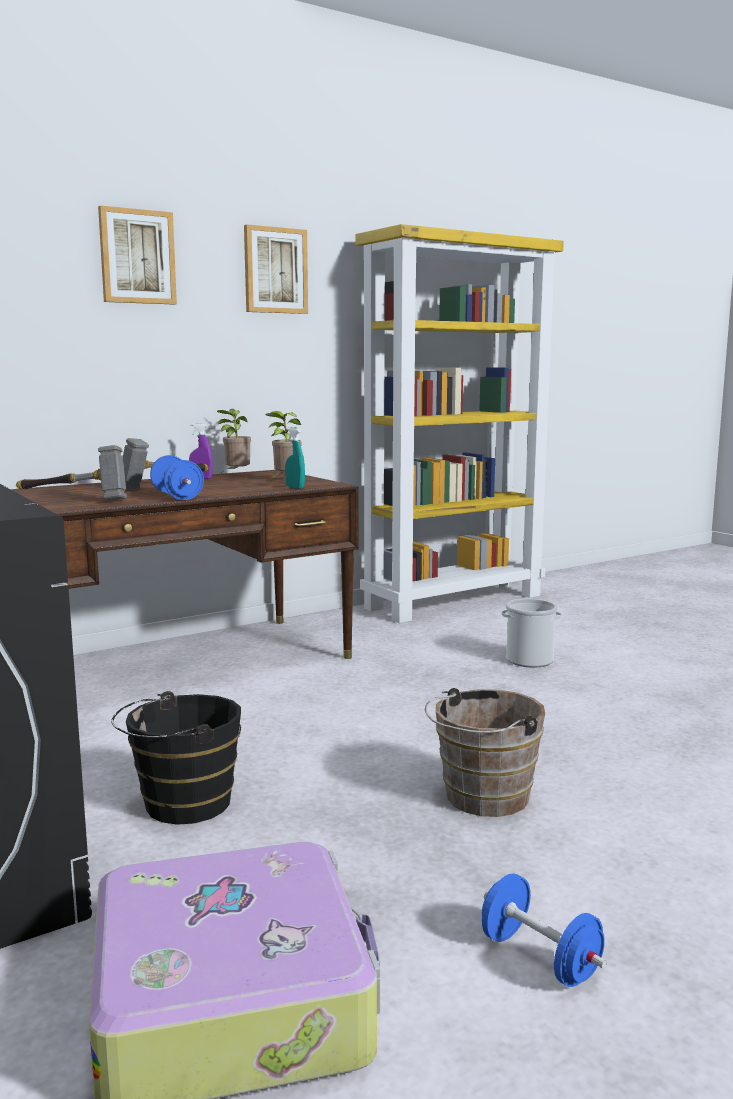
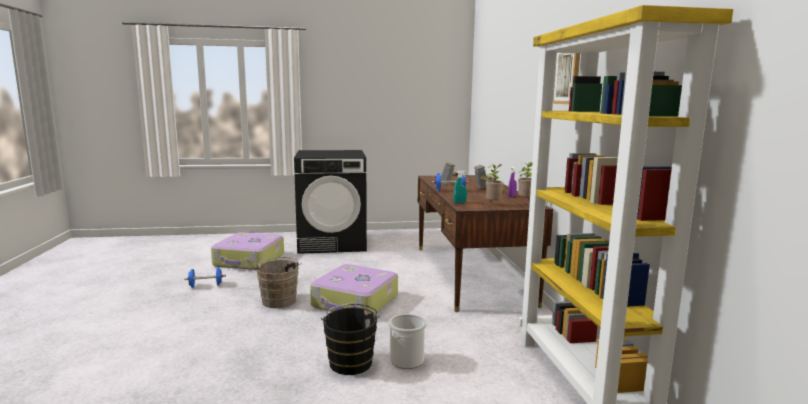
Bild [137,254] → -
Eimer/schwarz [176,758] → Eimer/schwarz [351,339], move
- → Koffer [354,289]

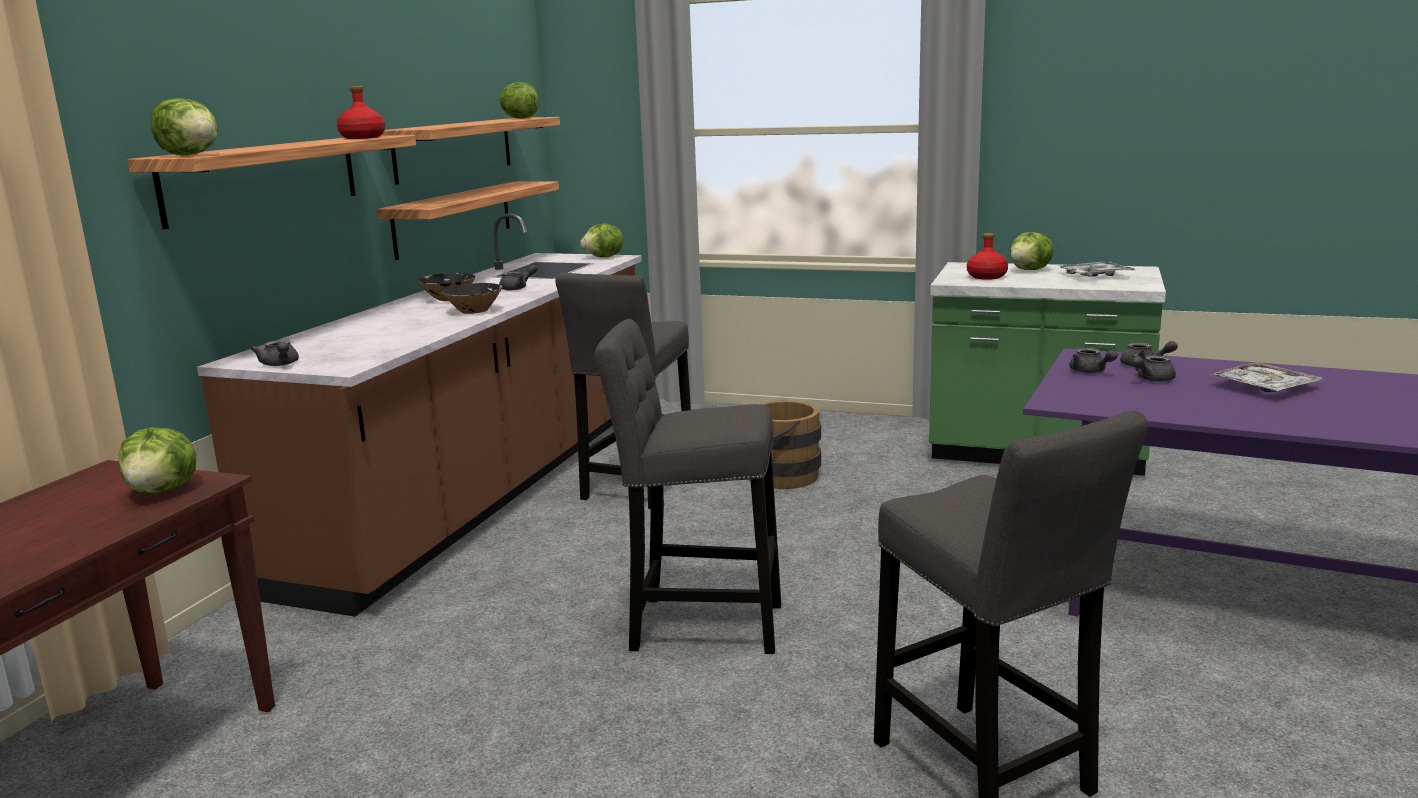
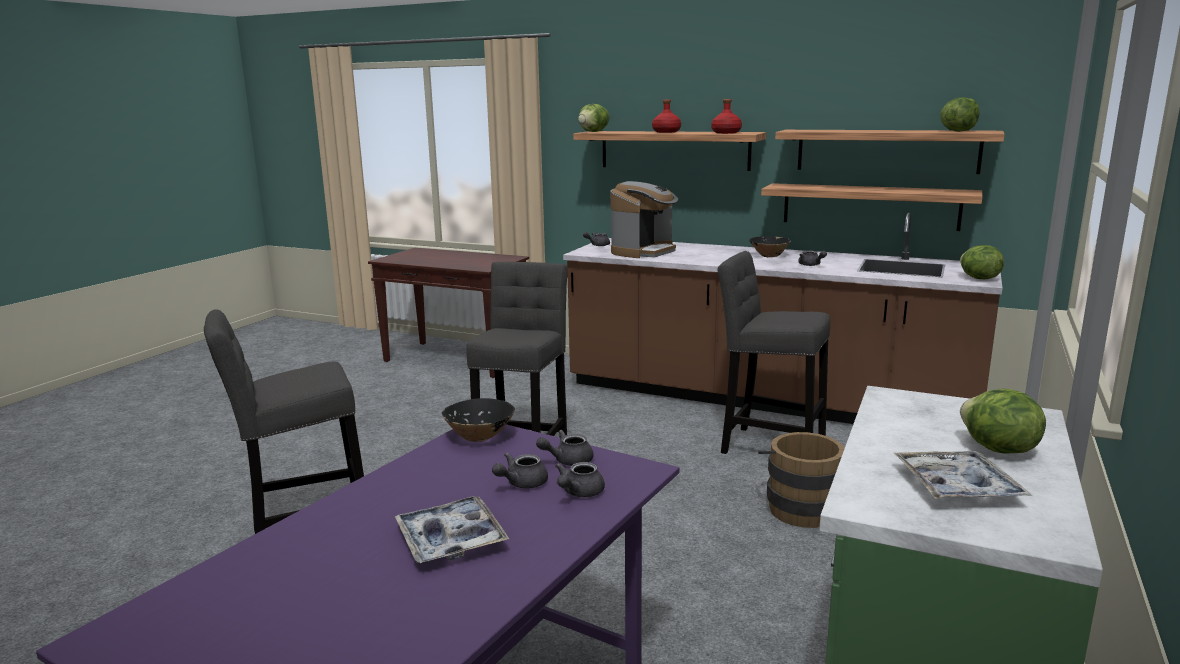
Flasche/rot [987,256] → Flasche/rot [666,116], move
Schüssel/schwarz [472,298] → Schüssel/schwarz [478,420], move
Teekanne/grau [1154,368] → Teekanne/grau [520,471], 105 degrees counterclockwise
Salatkopf [157,460] → -
- → Kaffeemaschine [644,219]

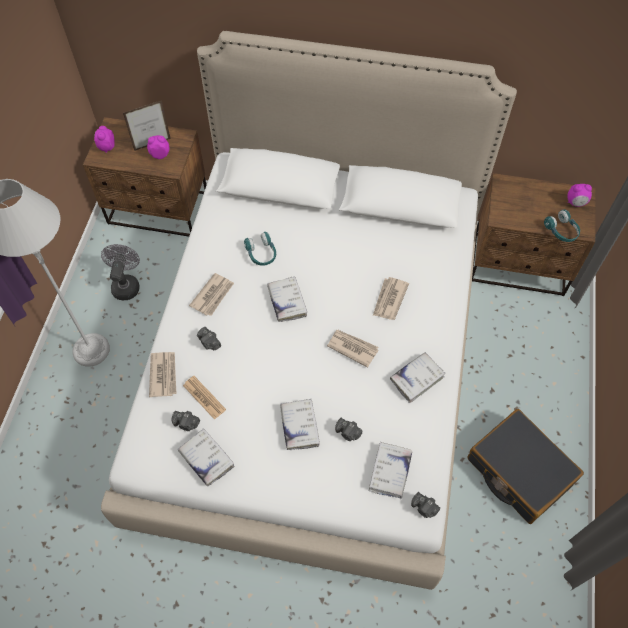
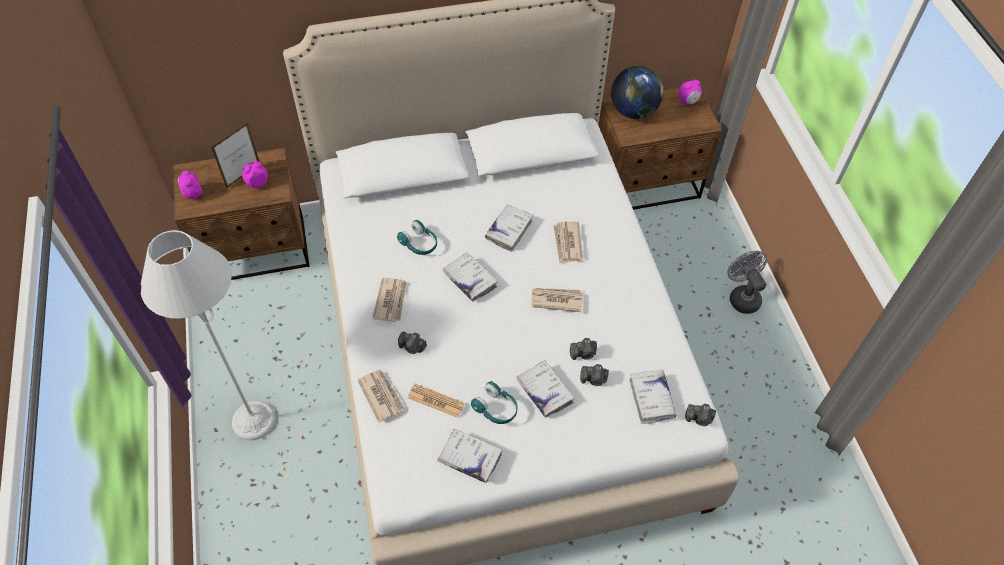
Kopfhörer/türkis [562,225] → Kopfhörer/türkis [494,402], move
Ventilator/grau [120,272] → Ventilator/grau [747,282], move
Buch/weiß [417,377] → Buch/weiß [509,228], move
Koffer/schwarz [525,466] → -
Kamera [186,421] → Kamera [583,349], move
- → Globus [637,92]

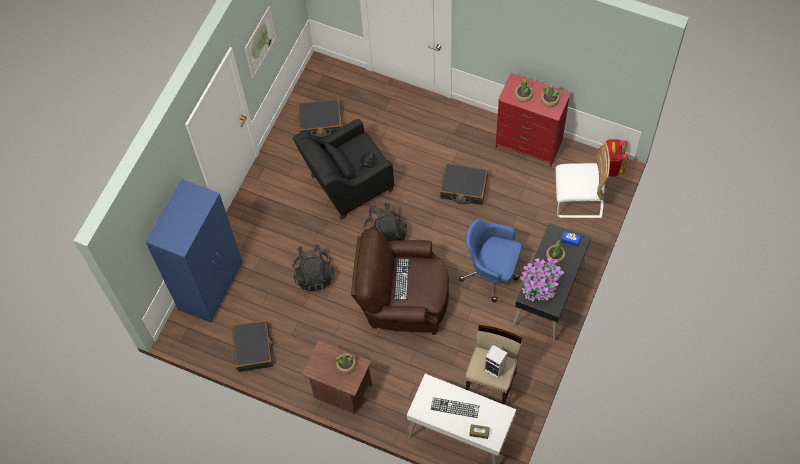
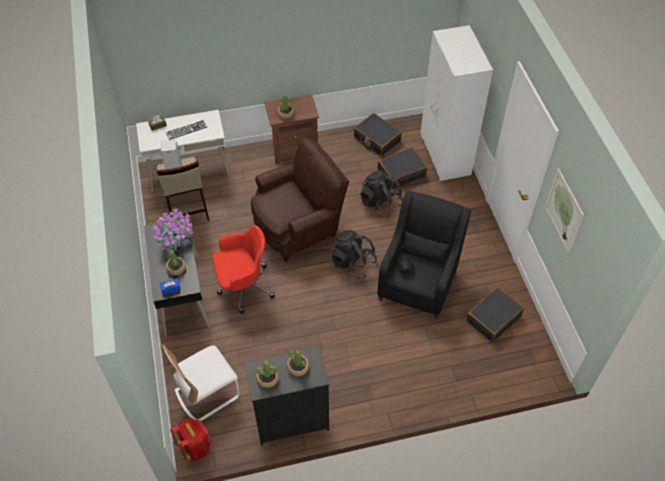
Kommode/rot [533,120] → Kommode/schwarz [286,396]
Koffer/schwarz [464,184] → Koffer/schwarz [402,168], move
Kleiderschrank/blau [194,251] → Kleiderschrank/weiß [456,103]
Bürostuhl/blau [490,260] → Bürostuhl/rot [244,269]
Tastatur [401,279] → -

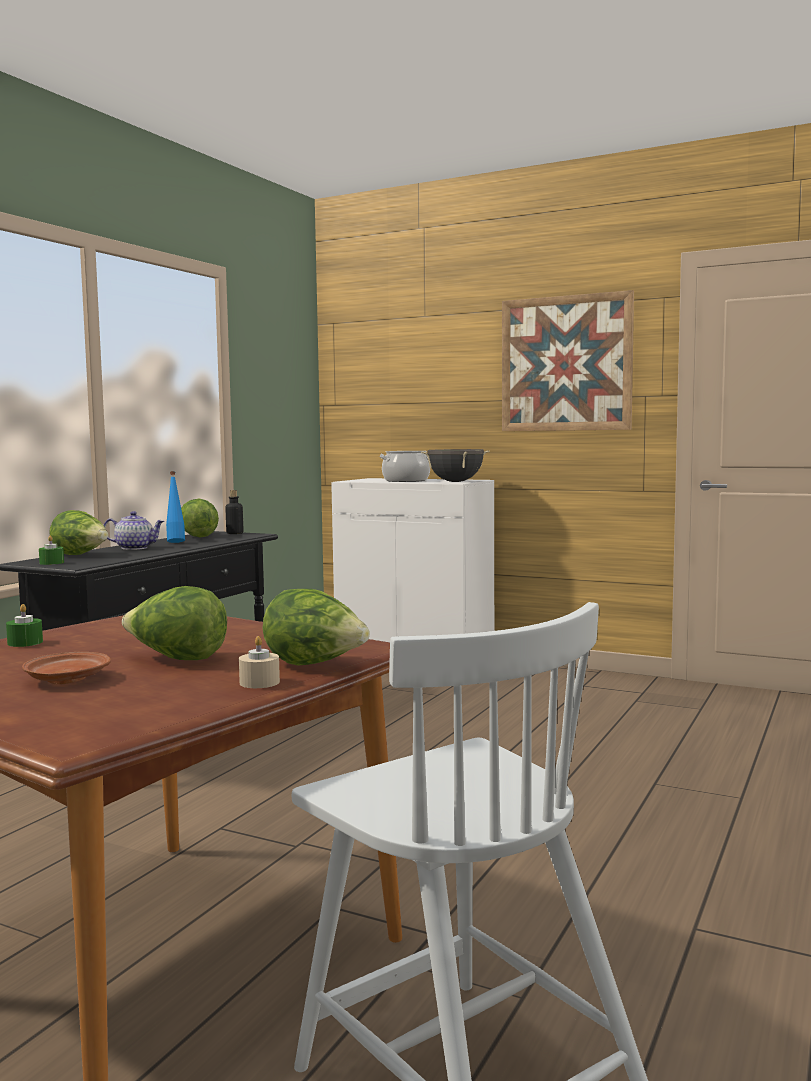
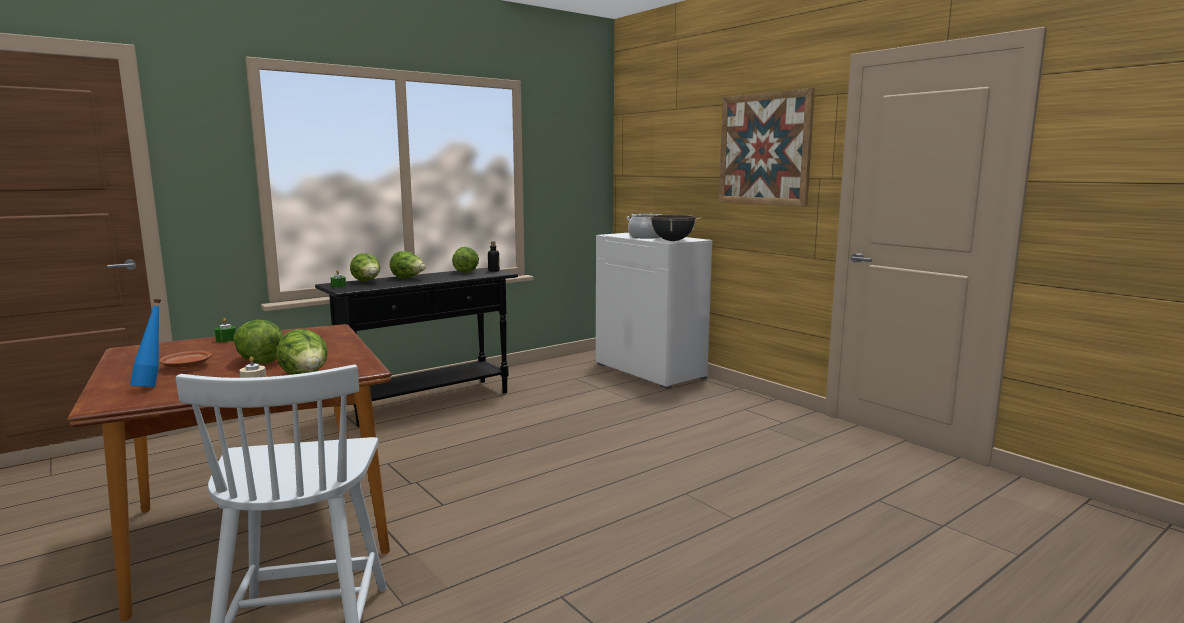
Flasche/blau [175,507] → Flasche/blau [145,343], move
Teekanne [134,530] → Salatkopf [408,264]

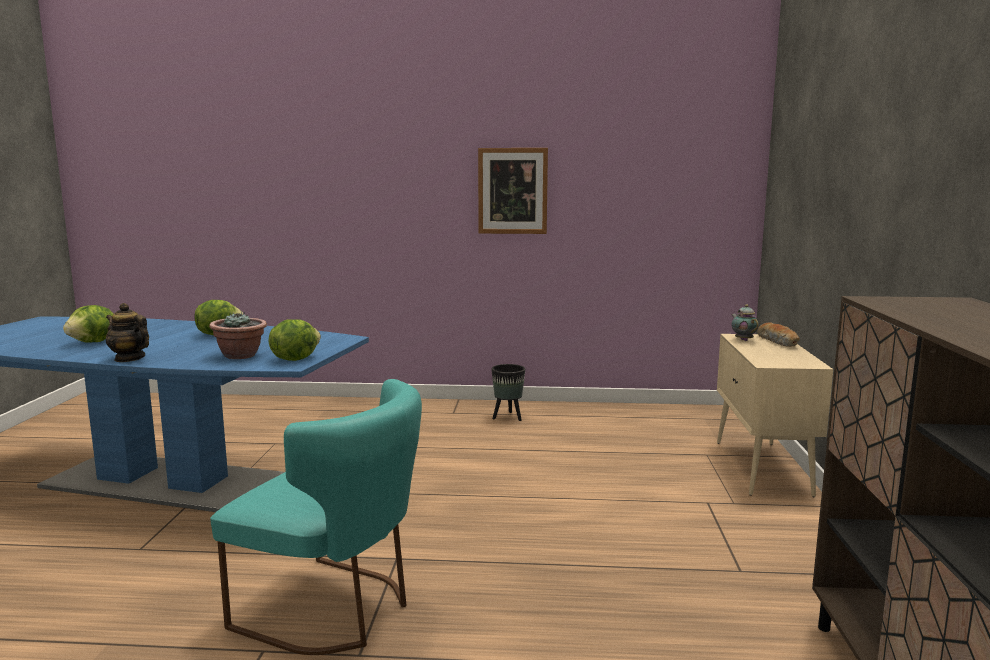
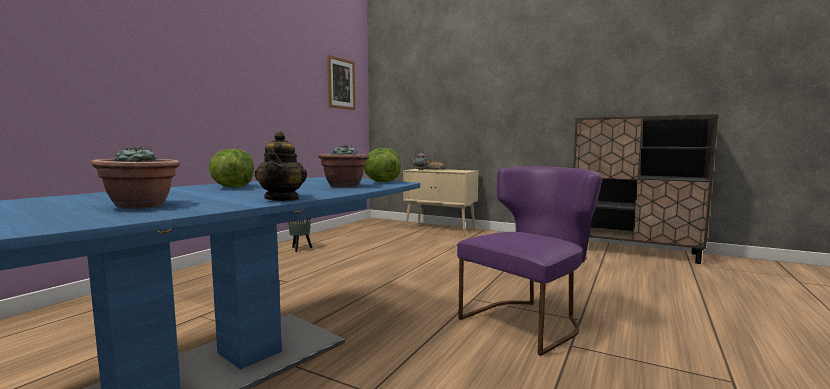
Bild [513,191] → Bild [341,82], move
Teekanne [127,332] → Teekanne [281,166], 60 degrees counterclockwise
Salatkopf [88,324] → Topfpflanze [135,177]
Stuhl/türkis [316,517] → Stuhl/lila [529,261]

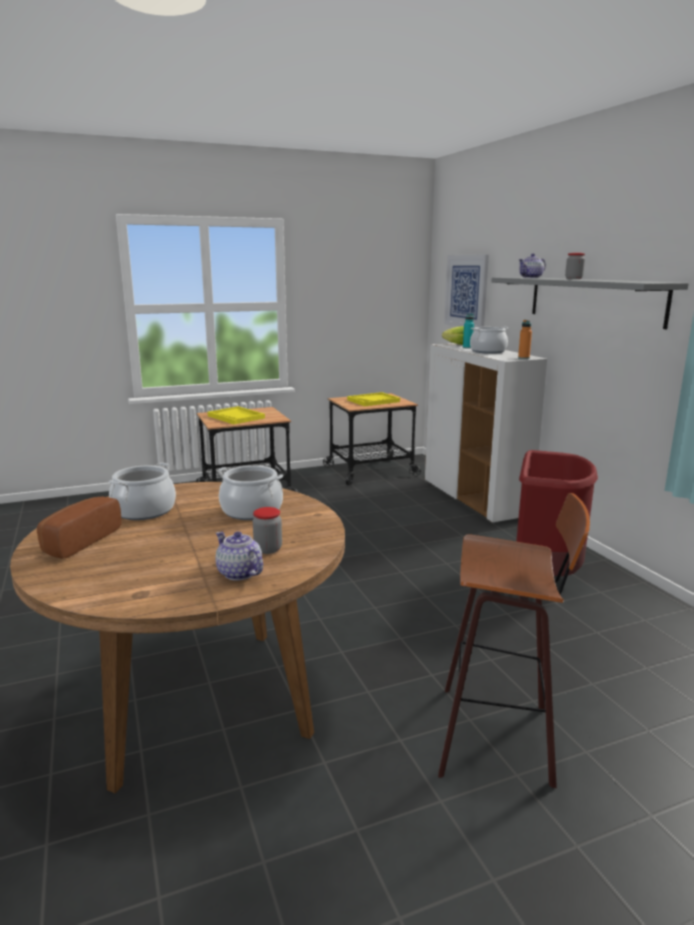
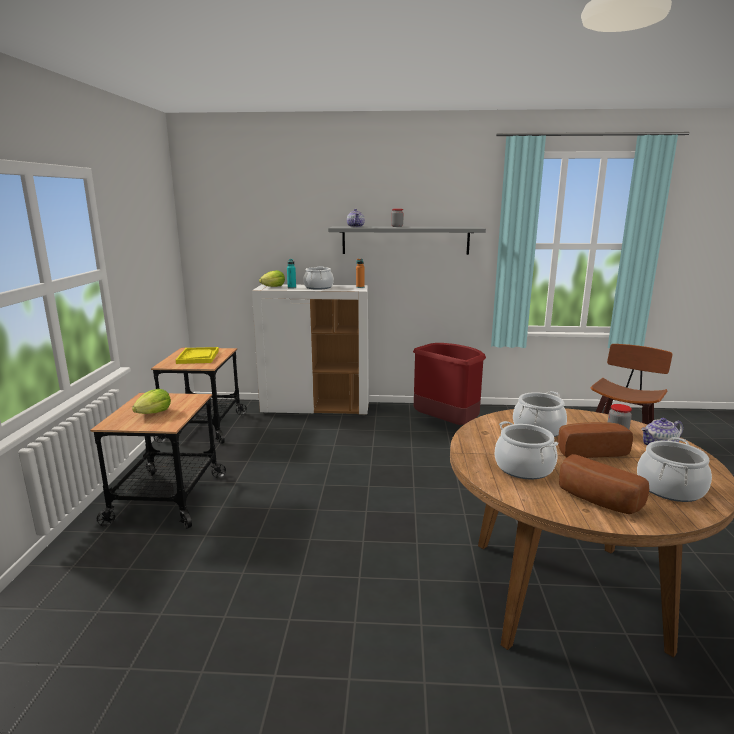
Bild [466,291] → -
Tablett/gelb [236,415] → Salatkopf [151,401]
- → Brot [595,440]
- → Kochtopf [674,469]

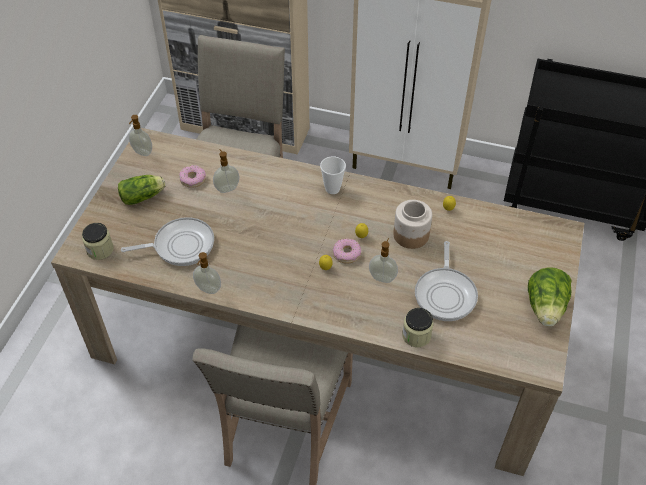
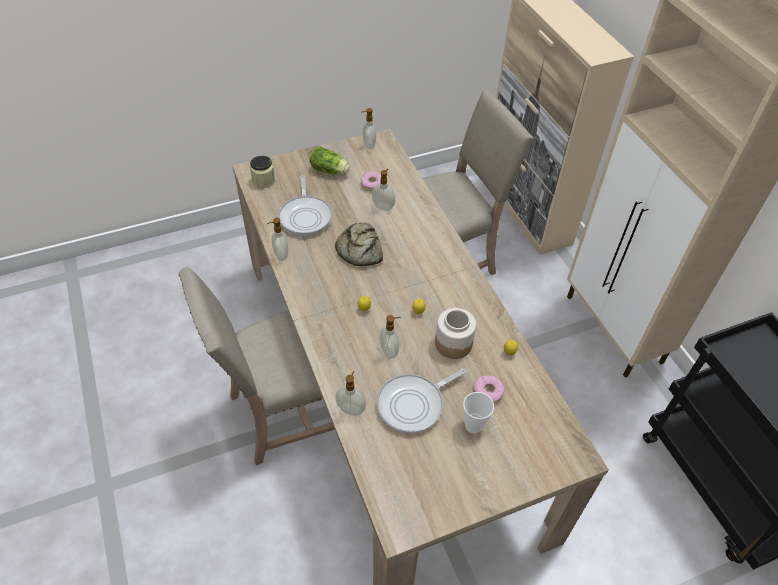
Tasse [333,175] → Tasse [478,412], move
Pfanne [167,241] → Pfanne [305,205], 45 degrees clockwise
Donut [347,251] → Donut [489,389], move
Salatkopf [549,297] → -
Vorratsglas [418,327] → Seifenspender [350,393]
- → Brot [359,244]

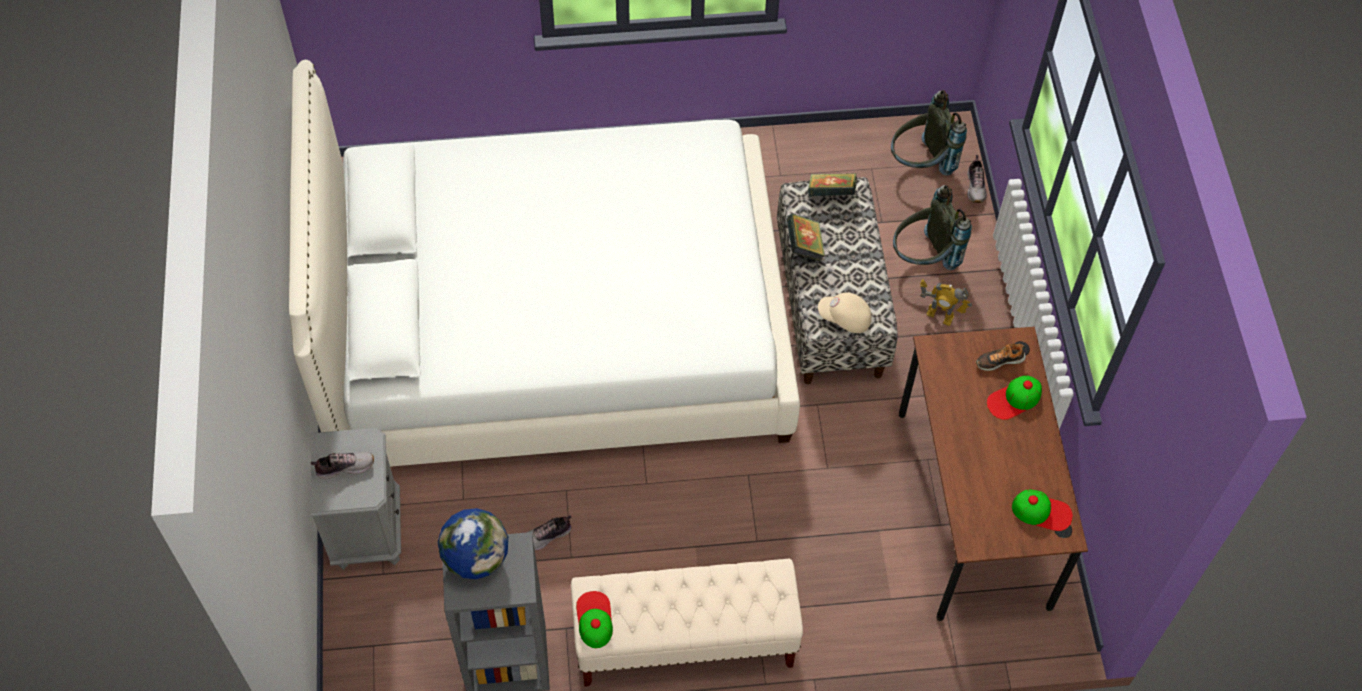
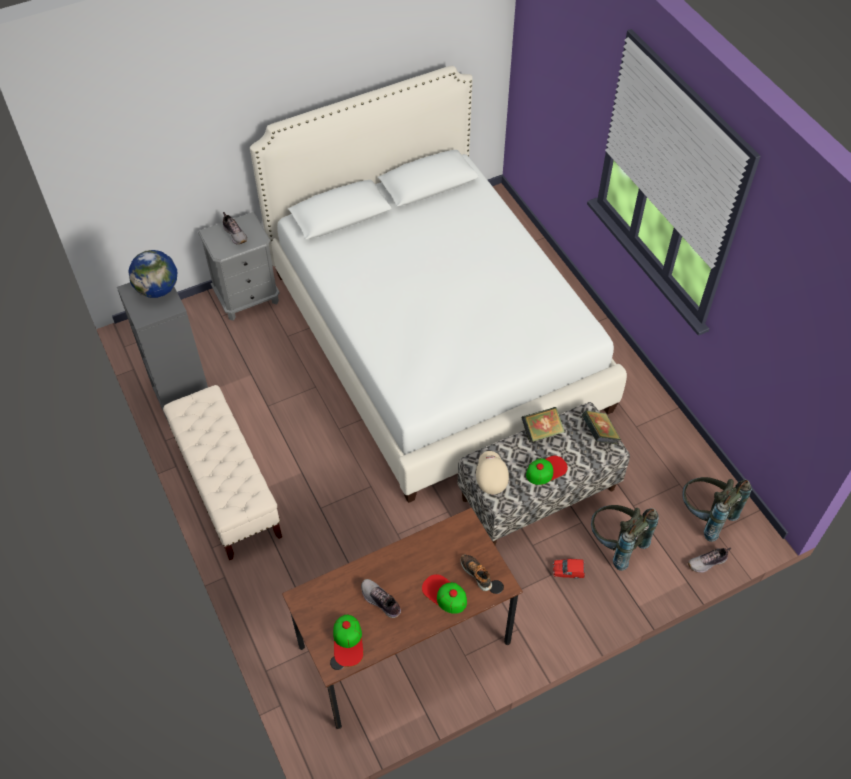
Spielzeugroboter [946,303] → Spielzeugauto/rot [569,569]
Schuh [548,533] → Schuh [381,598], move
Kappe [594,619] → Kappe [547,470], move

